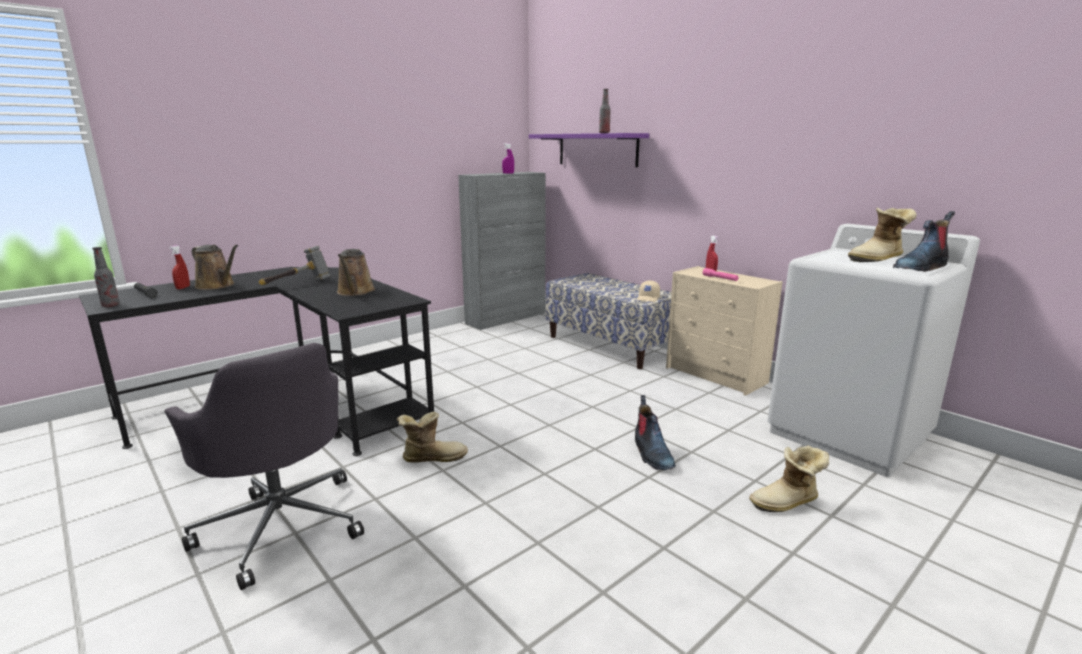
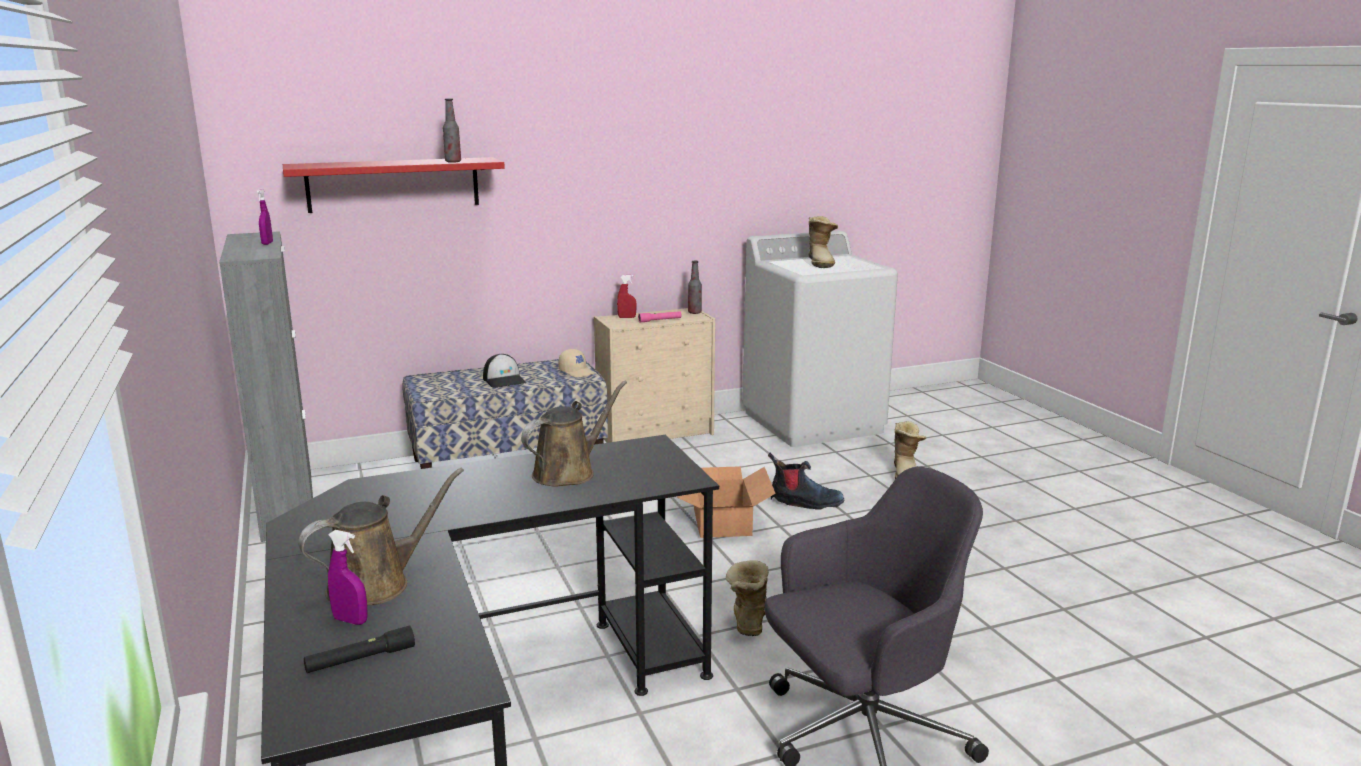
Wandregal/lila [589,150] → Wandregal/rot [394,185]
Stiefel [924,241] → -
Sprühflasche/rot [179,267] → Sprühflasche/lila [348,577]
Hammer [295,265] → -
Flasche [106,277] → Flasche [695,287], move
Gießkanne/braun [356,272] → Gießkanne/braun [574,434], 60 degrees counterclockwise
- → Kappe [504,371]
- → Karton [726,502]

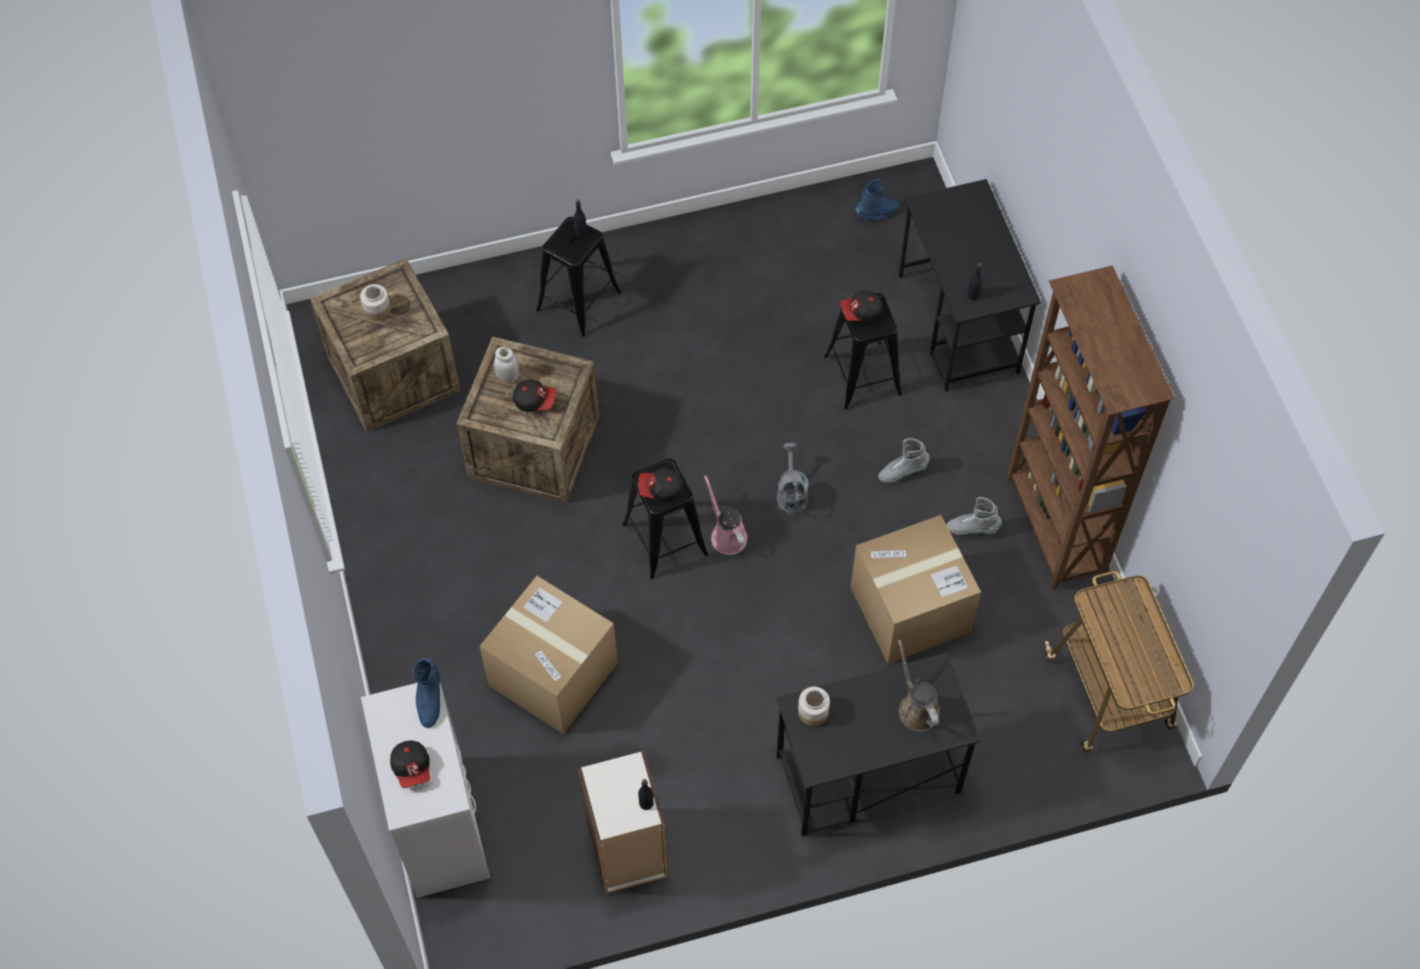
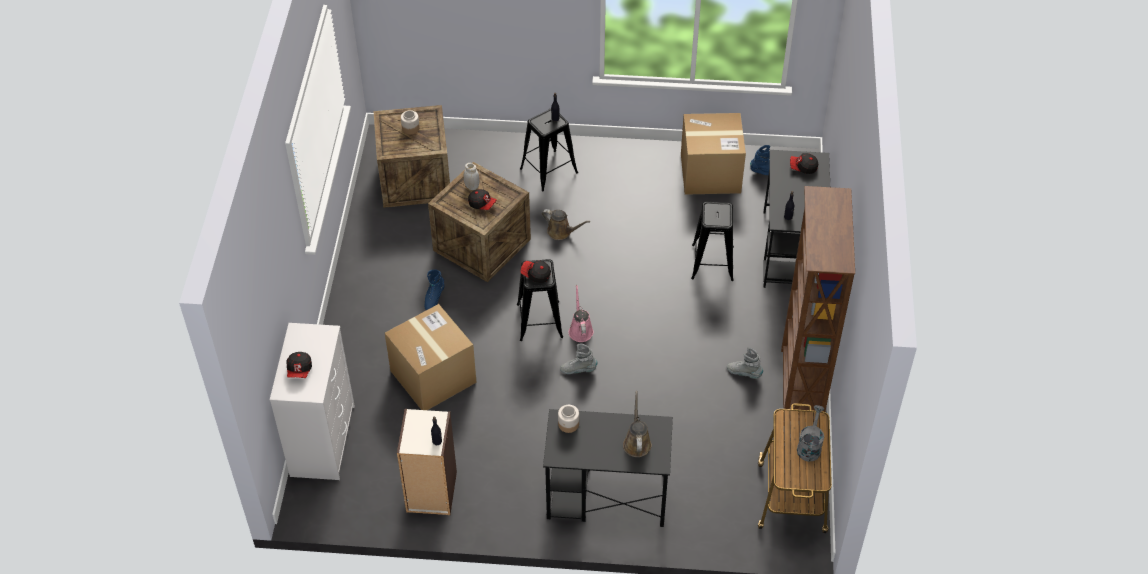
Kappe [861,306] → Kappe [804,163], move
Stiefel/grau [904,460] → Stiefel/grau [578,359], move
Gießkanne/grau [793,479] → Gießkanne/grau [810,433], move
Karton [916,589] → Karton [713,154], move
Stiefel/blau [427,693] → Stiefel/blau [434,289], move
- → Gießkanne/braun [566,224]

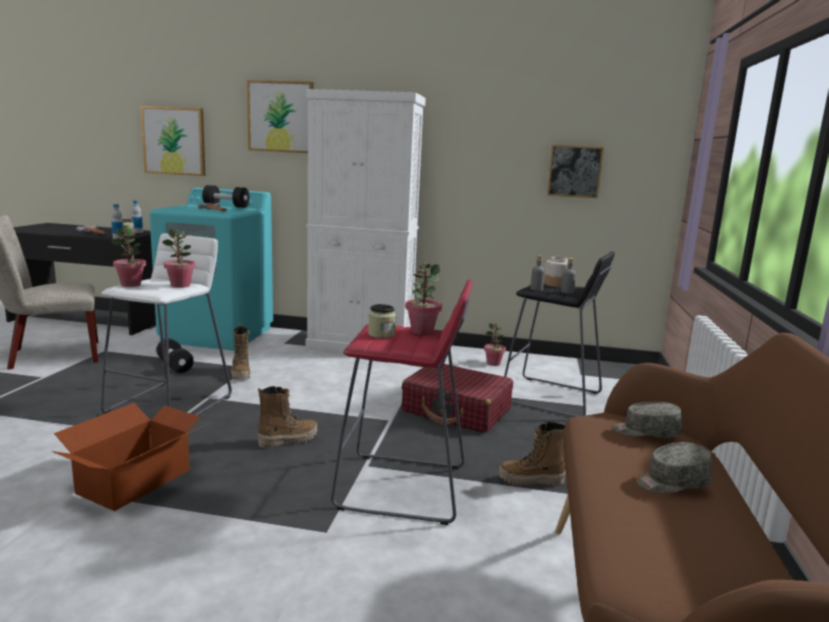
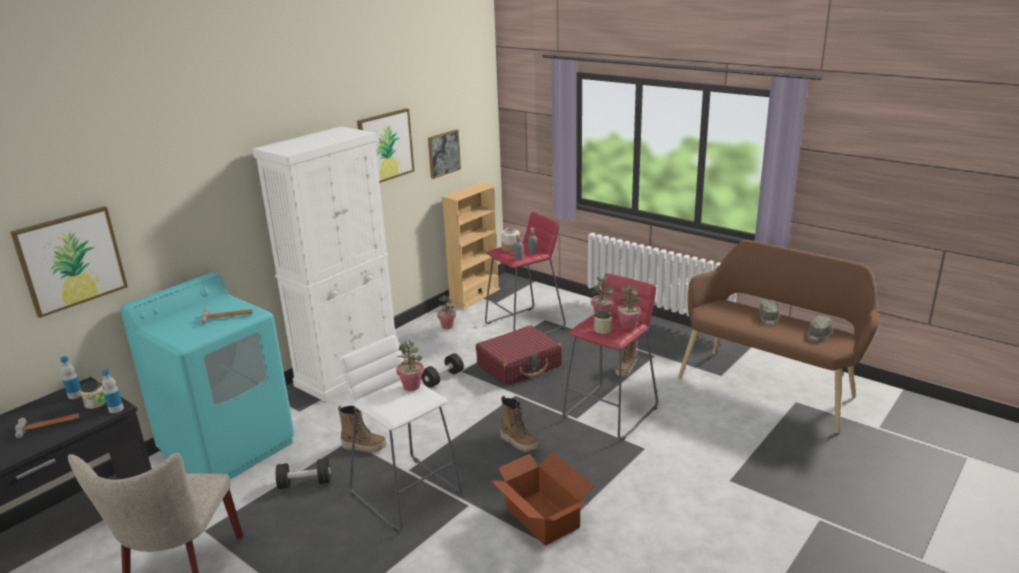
Bild [280,116] → Bild [385,146], move
Hantel/schwarz [226,196] → Hantel/schwarz [442,370], move
Topfpflanze [129,257] → Topfpflanze [628,307], move
Hocker/schwarz [559,334] → Hocker/rot [525,273]
Stiefel [288,417] → Stiefel [519,424], 135 degrees clockwise
Kappe/grau [647,420] → Kappe/grau [819,329], move
- → Bücherregal/beige [470,245]

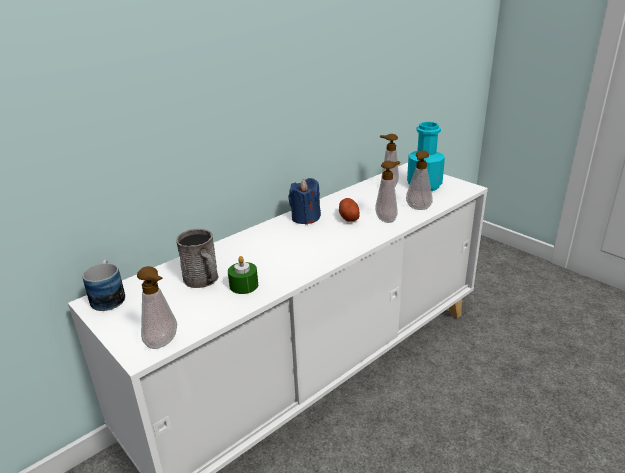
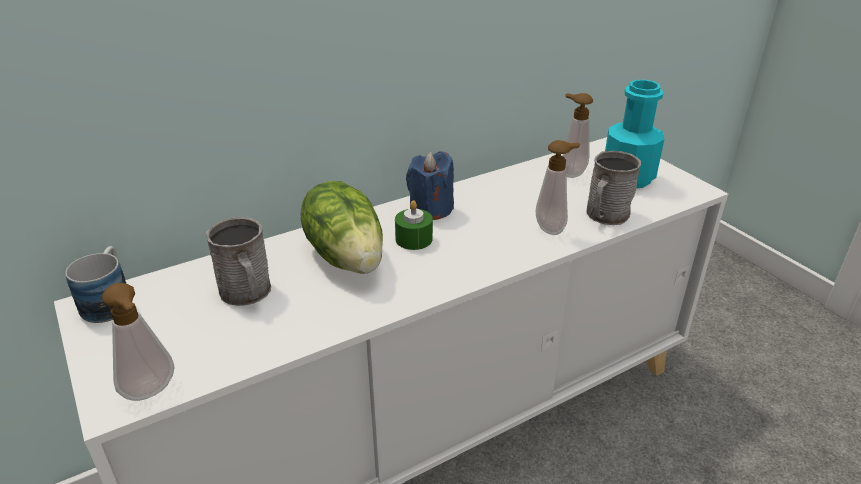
Seifenspender [419,180] → Henkelbecher/grau [614,188]
Kartoffel [349,210] → -
Kerze/grün [243,275] → Kerze/grün [414,225], move
- → Salatkopf [342,227]

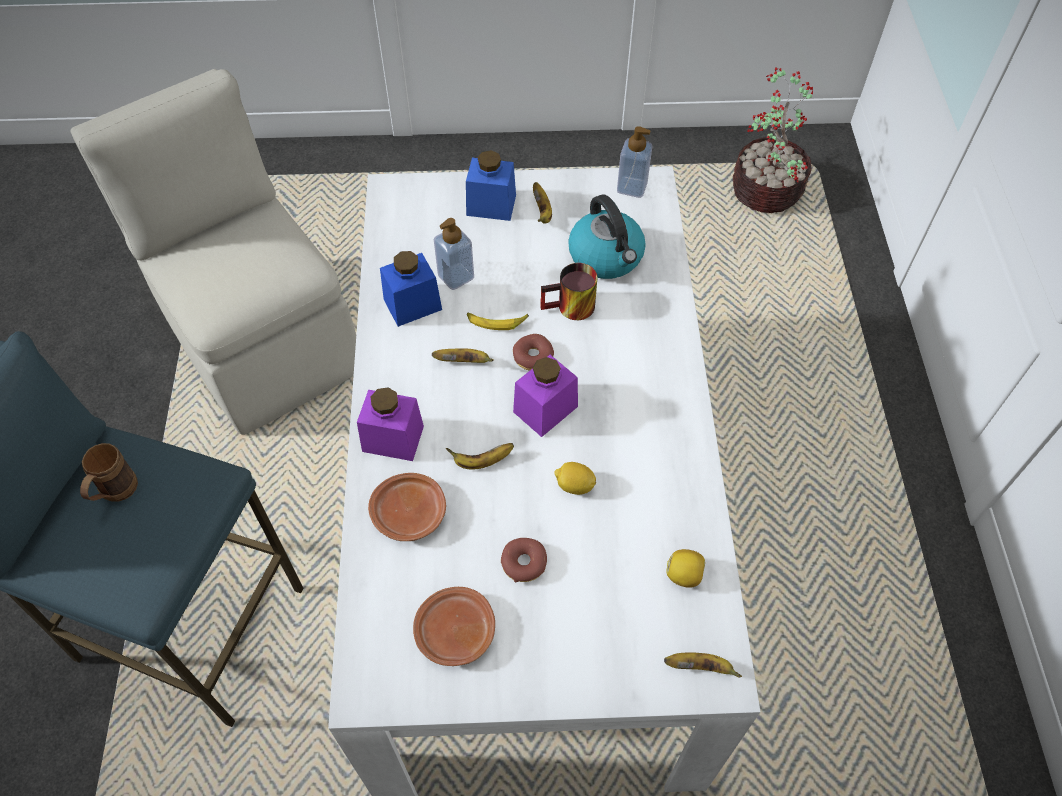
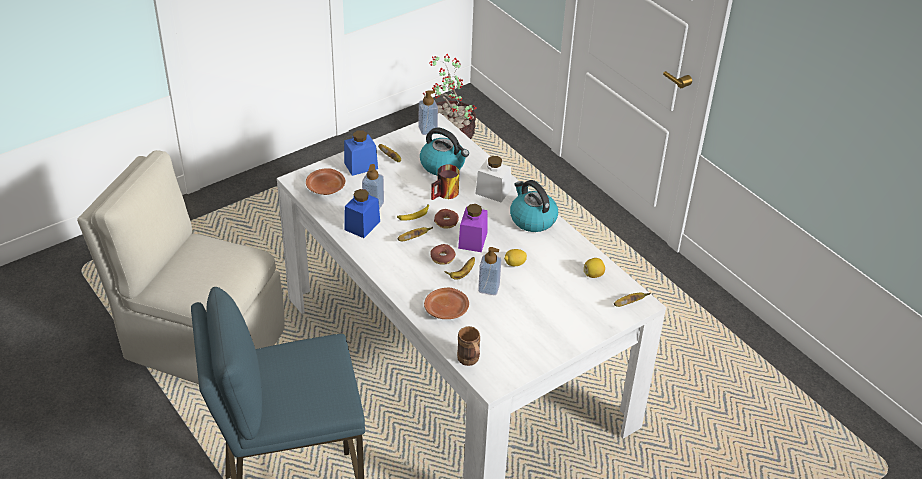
Vorratsglas/lila [390,424] → -
Henkelbecher/braun [109,472] → Henkelbecher/braun [468,346], move
Donut [524,560] → Donut [443,254], move
Teller/braun [454,626] → Teller/braun [325,181], move
- → Vorratsglas/weiß [493,179]
- → Wasserkessel [534,206]
- → Seifenspender [489,271]

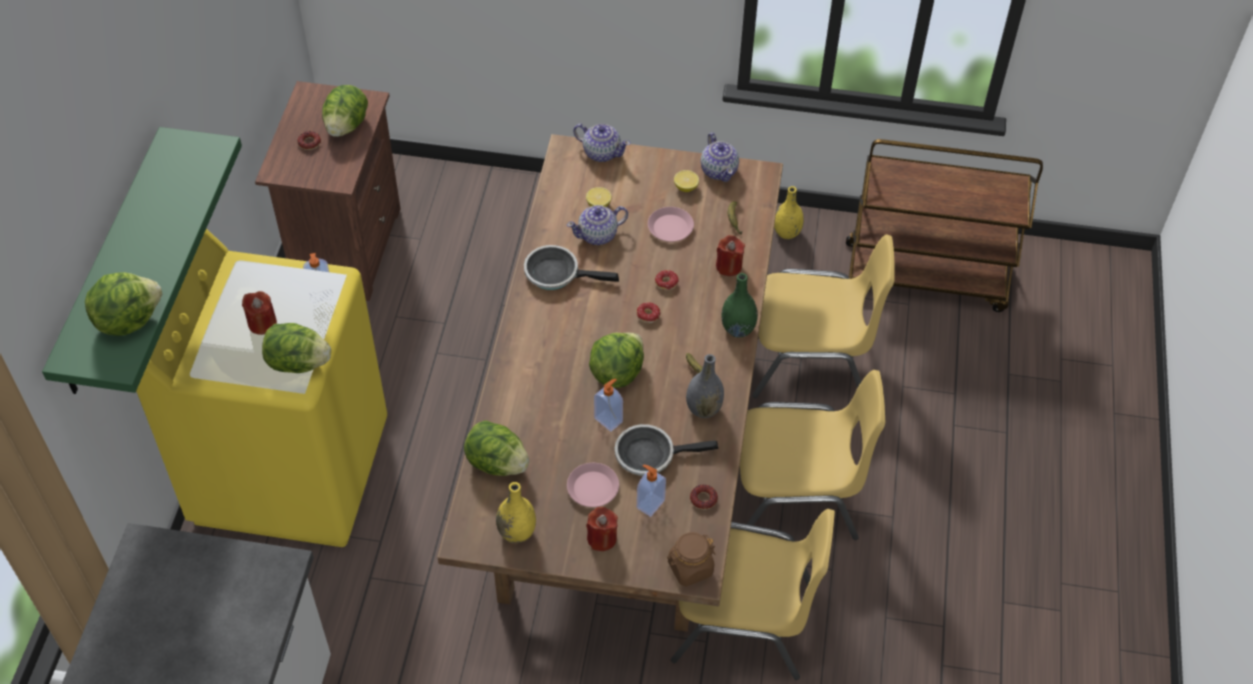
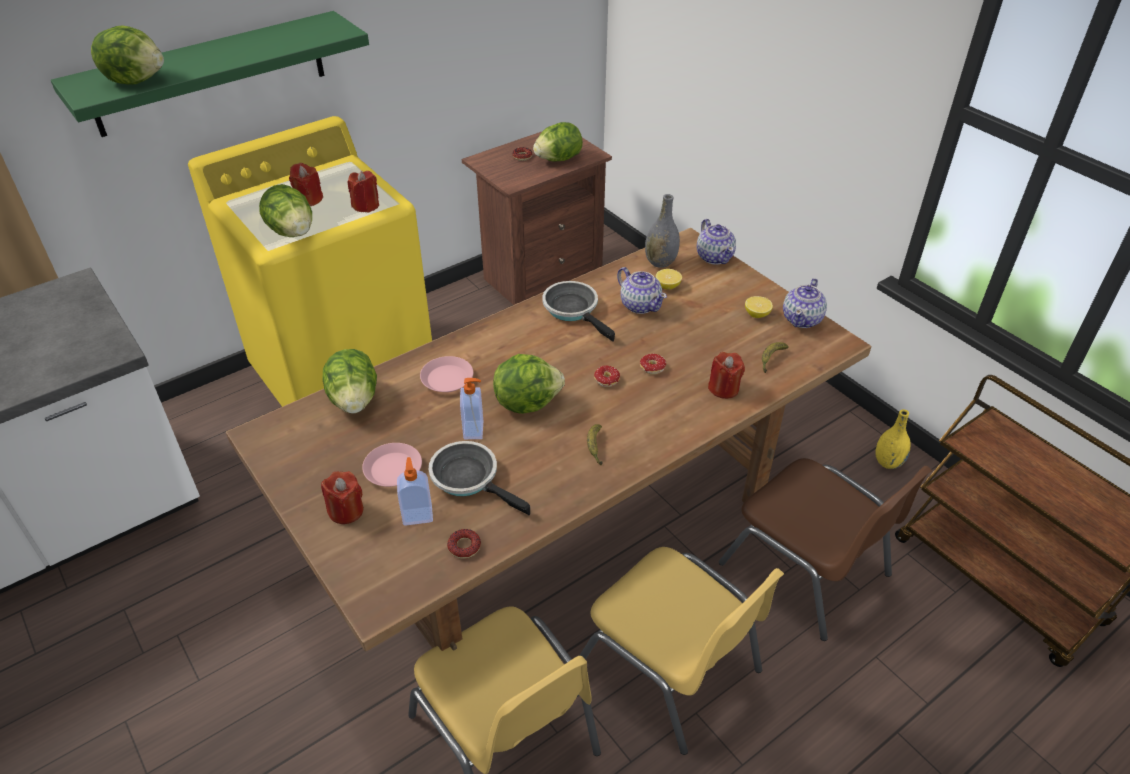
Teekanne [597,225] → Teekanne [642,290], 150 degrees counterclockwise
Teller/rosa [671,224] → Teller/rosa [446,374], move
Stuhl/gelb [823,316] → Stuhl/braun [825,549]
Seifenspender [319,278] → Kerze/rot [363,191]
Vase/grün [739,305] → -
Vase/grau [705,386] → Vase/grau [662,231], move
Vase/gelb [516,512] → -
Vorratsglas/braun [691,559] → -

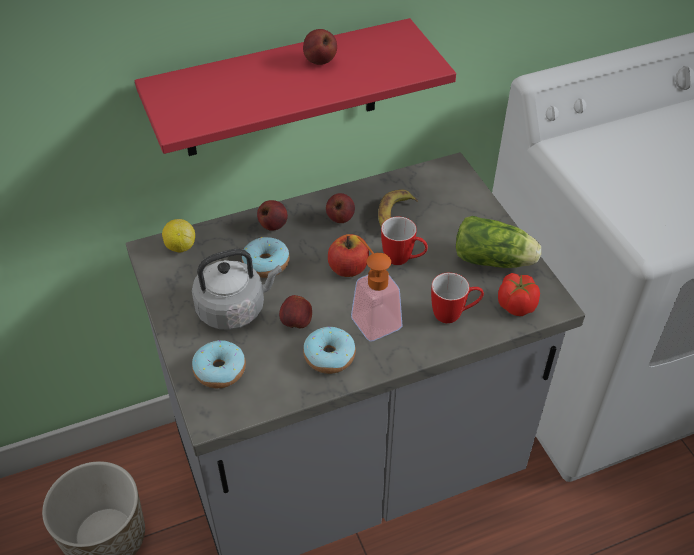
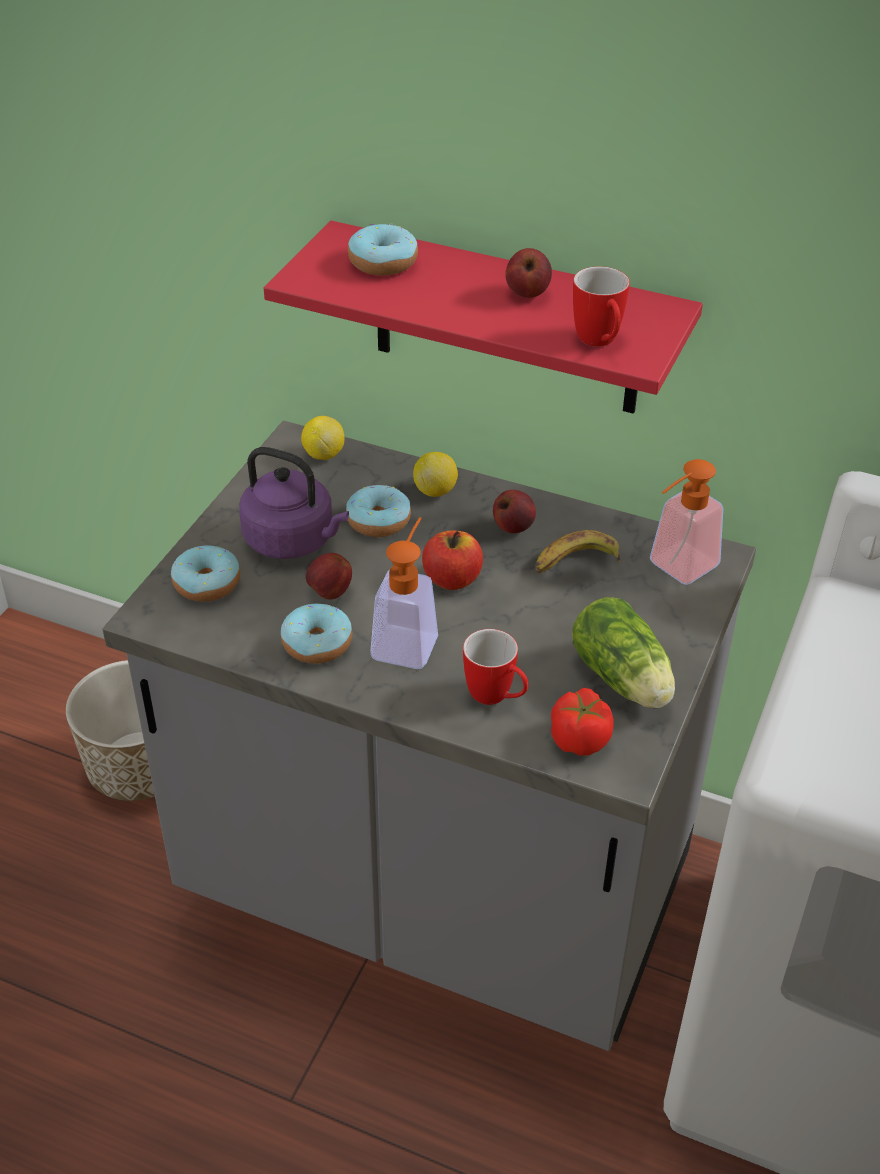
Apfel [272,215] → Zitrone [435,474]
Henkelbecher [404,241] → Henkelbecher [601,306], move
Wasserkessel/grau [237,289] → Wasserkessel/lila [294,503]
- → Donut [383,250]
- → Seifenspender [686,522]

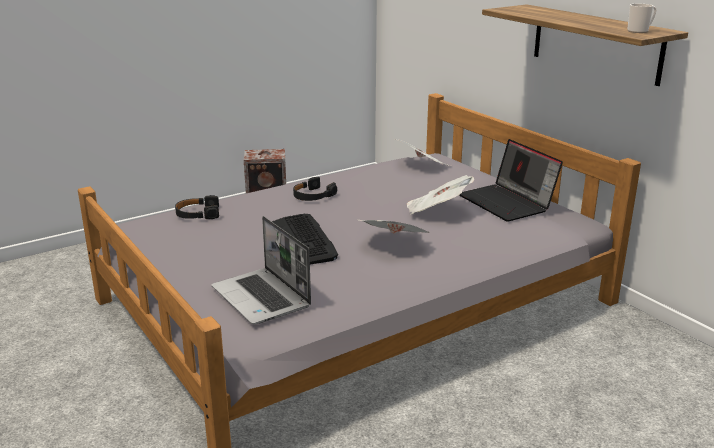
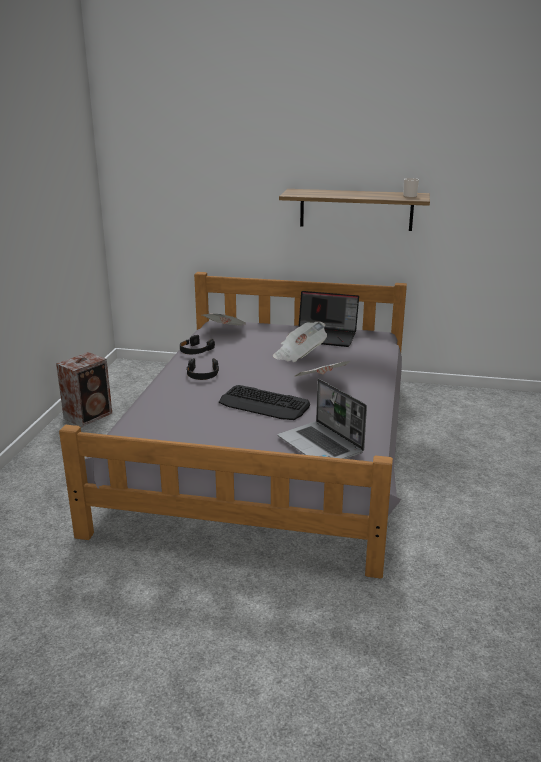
Kopfhörer/schwarz [197,207] → Kopfhörer/schwarz [197,344], move
Laptop [261,270] → Laptop [322,419], 45 degrees clockwise

